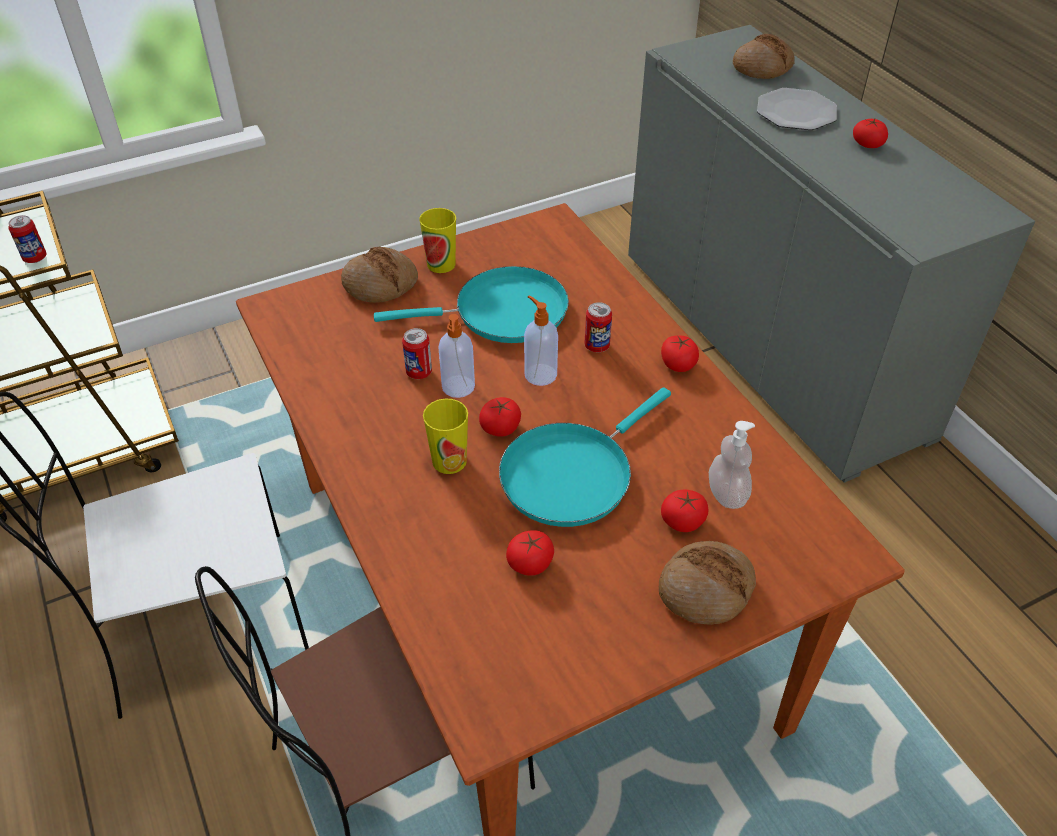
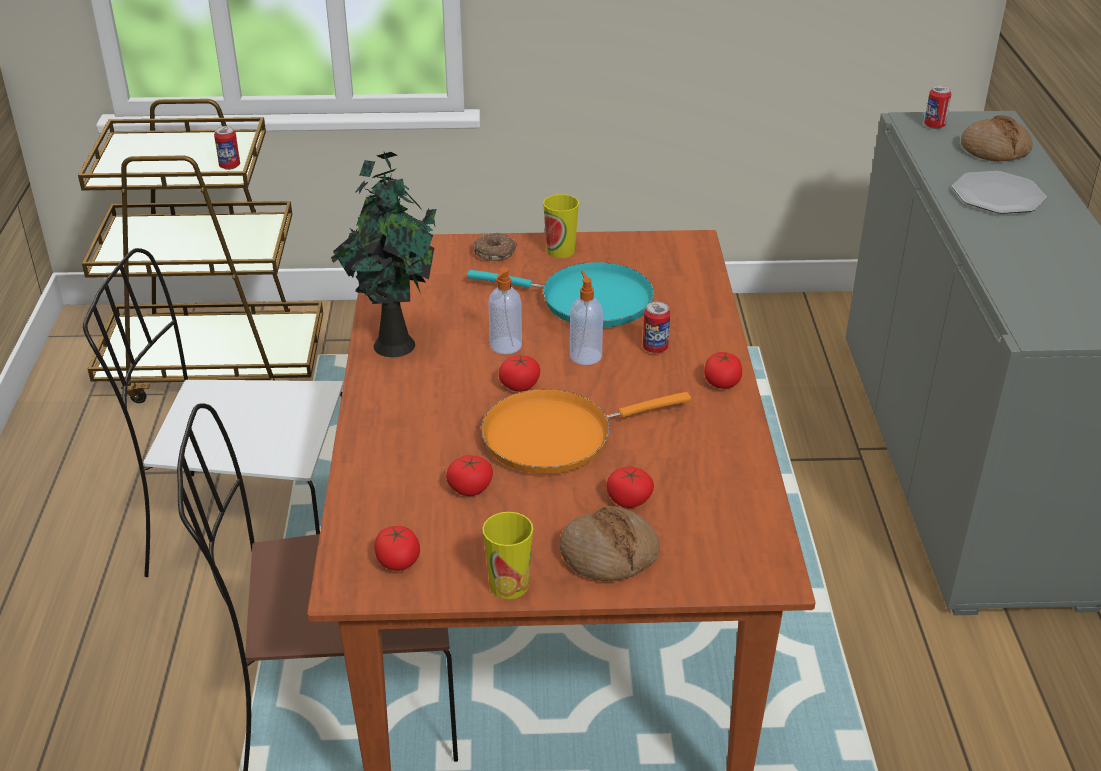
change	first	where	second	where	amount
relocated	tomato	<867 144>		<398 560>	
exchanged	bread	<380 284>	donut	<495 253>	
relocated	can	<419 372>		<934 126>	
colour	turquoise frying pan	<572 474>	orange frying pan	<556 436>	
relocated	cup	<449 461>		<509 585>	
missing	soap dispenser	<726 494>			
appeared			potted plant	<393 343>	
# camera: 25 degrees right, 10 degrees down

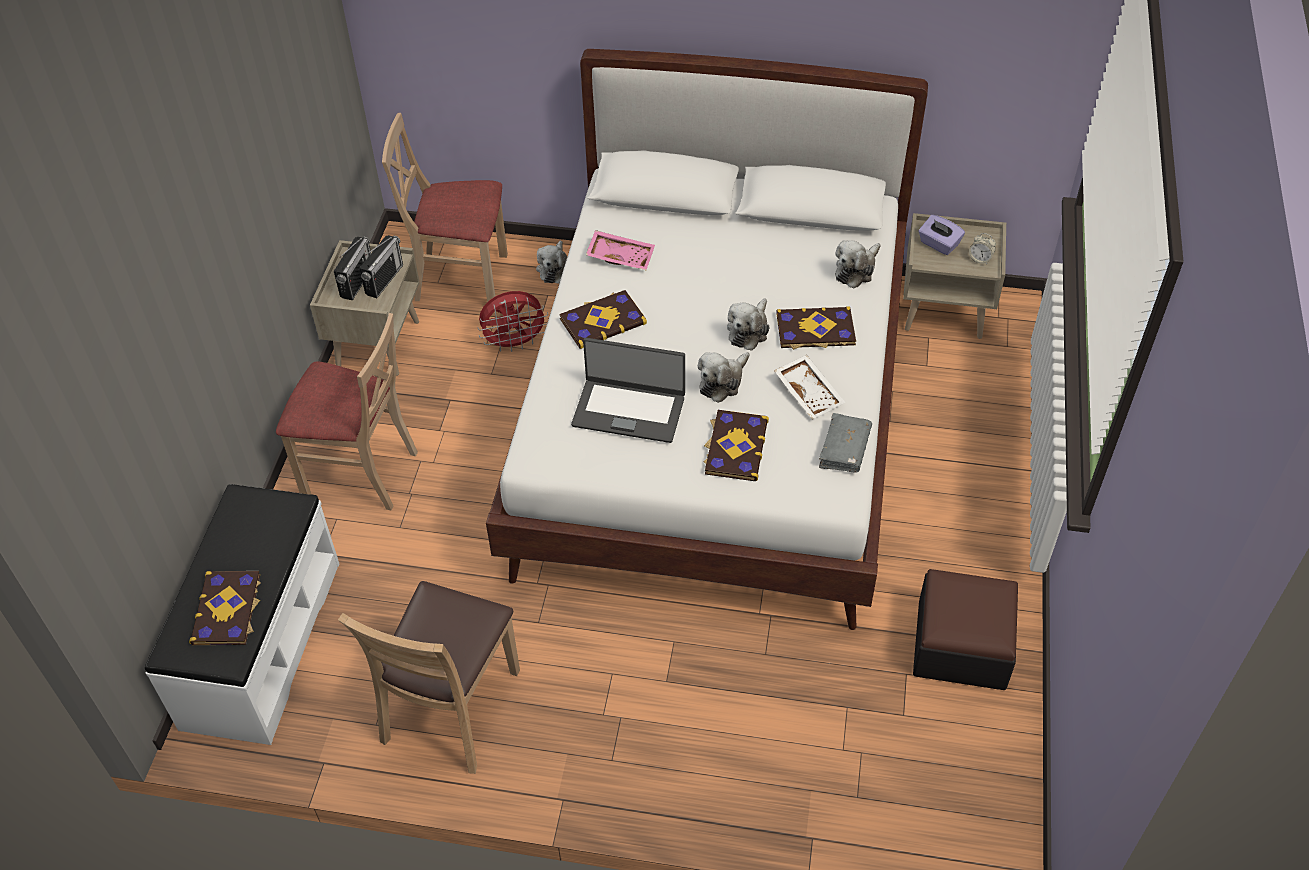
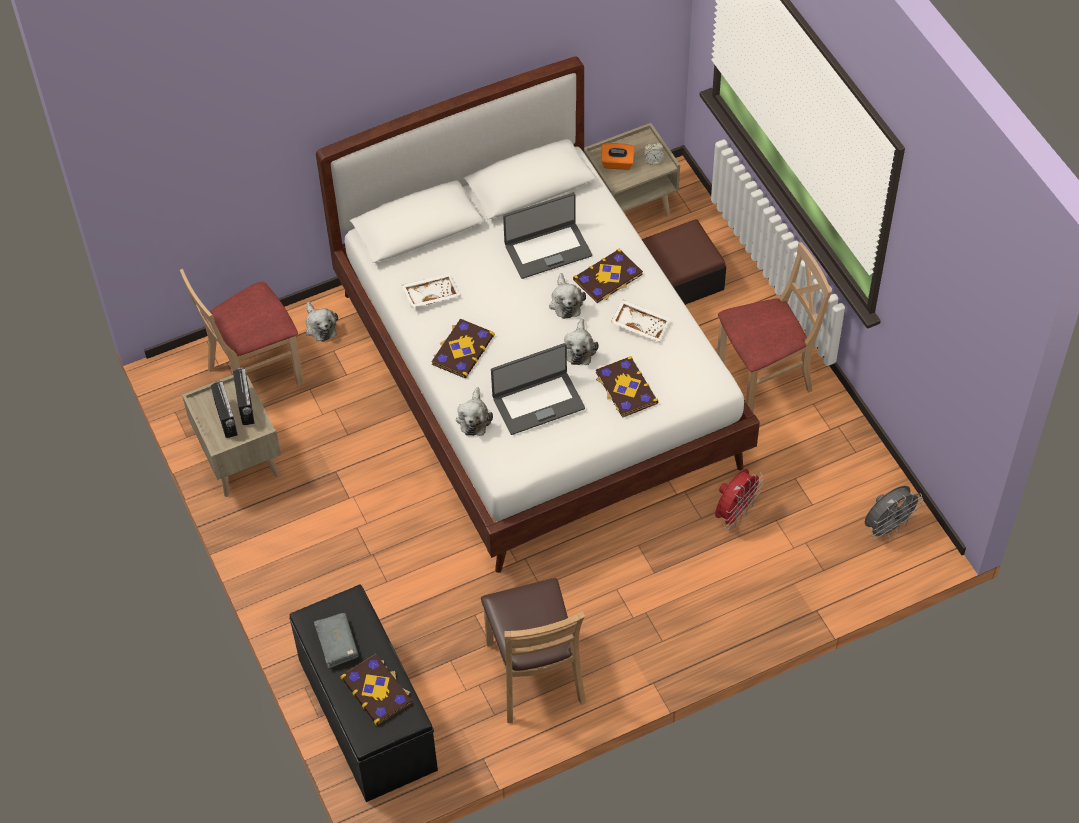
change	first	where	second	where	amount
colour	purple tissue box	<938 244>	orange tissue box	<617 163>	
colour	pink tray	<621 256>	white tray	<431 294>	
relocated	plush toy	<856 270>		<474 418>	
relocated	red fan	<515 343>		<735 513>	
relocated	beige chair	<361 472>		<764 380>	
relocated	grey book	<844 449>		<337 643>	
colour	white bench	<260 643>	black bench	<366 715>	
relocated	ottoman	<961 645>		<681 278>	
appeared			laptop	<547 250>	
appeared			grey fan	<887 527>	
# camera: 35 degrees left, 5 degrees up

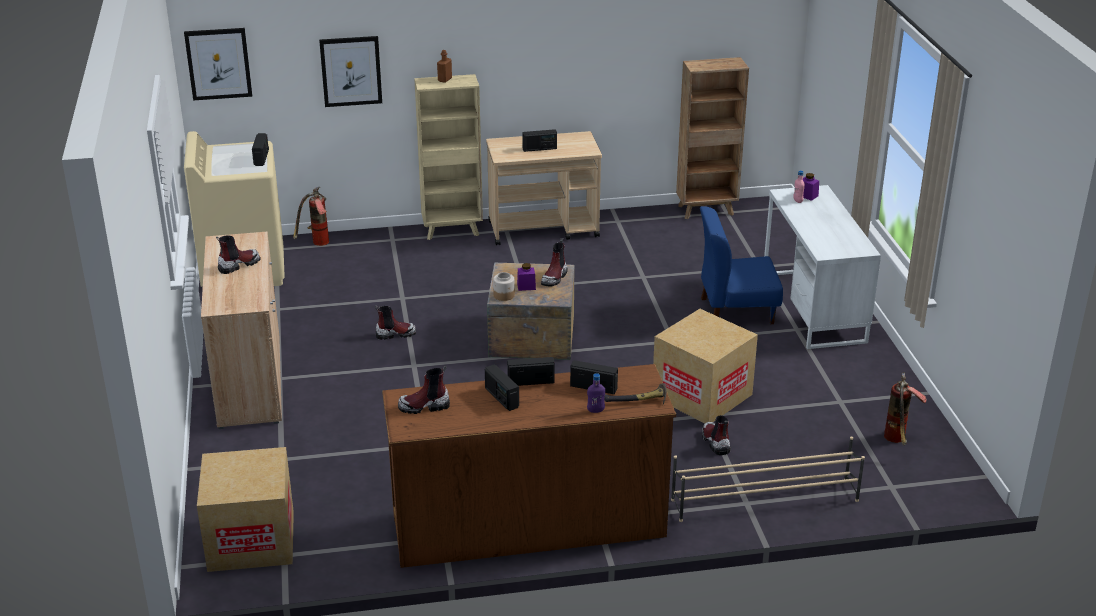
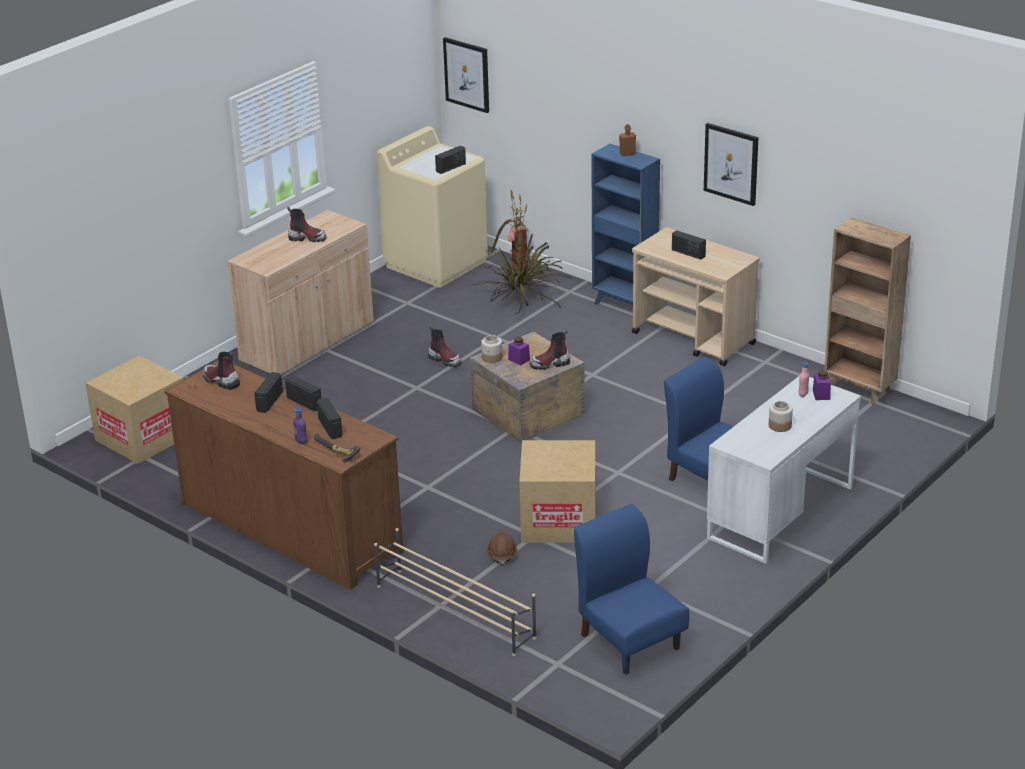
change	first	where	second	where	amount
relocated	picture	<351 71>		<731 163>	
colour	beige bookcase	<453 230>	blue bookcase	<624 306>	
exchanged	fire extinguisher	<898 441>	blue chair	<629 641>	
exchanged	boot	<715 442>	brown hard hat	<502 555>	
appeared			potted plant	<520 299>	
appeared			jar	<779 425>	
# camera: 50 degrees right, 0 degrees up

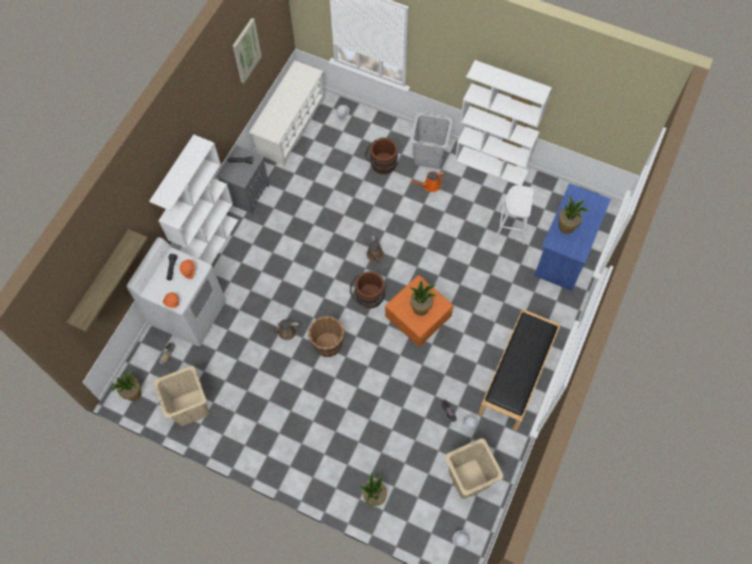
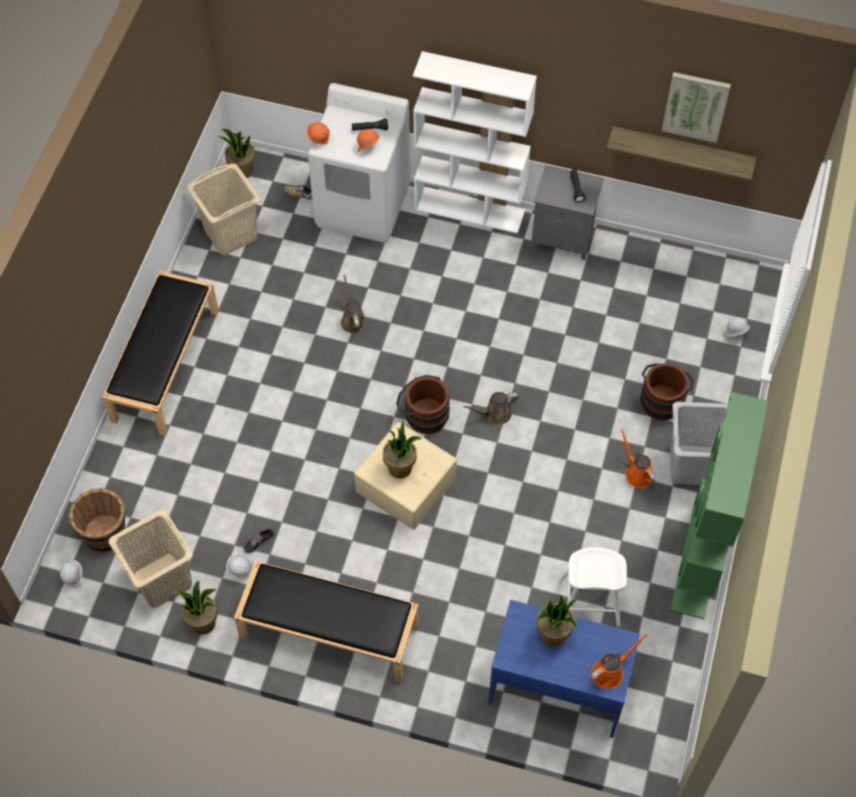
change	first	where	second	where	amount
colour	white bookcase	<492 165>	green bookcase	<699 561>	
missing	white shoe rack	<291 126>			
relocated	shelf	<101 279>		<682 151>	
colour	orange storage box	<417 316>	beige storage box	<405 483>	
relocated	brown bucket	<327 344>		<105 533>	
relocated	potted plant	<374 497>		<203 622>	
appeared			black bench	<165 364>	
appeared			orange watering can	<610 671>	
# camera: 80 degrees right, 5 degrees down

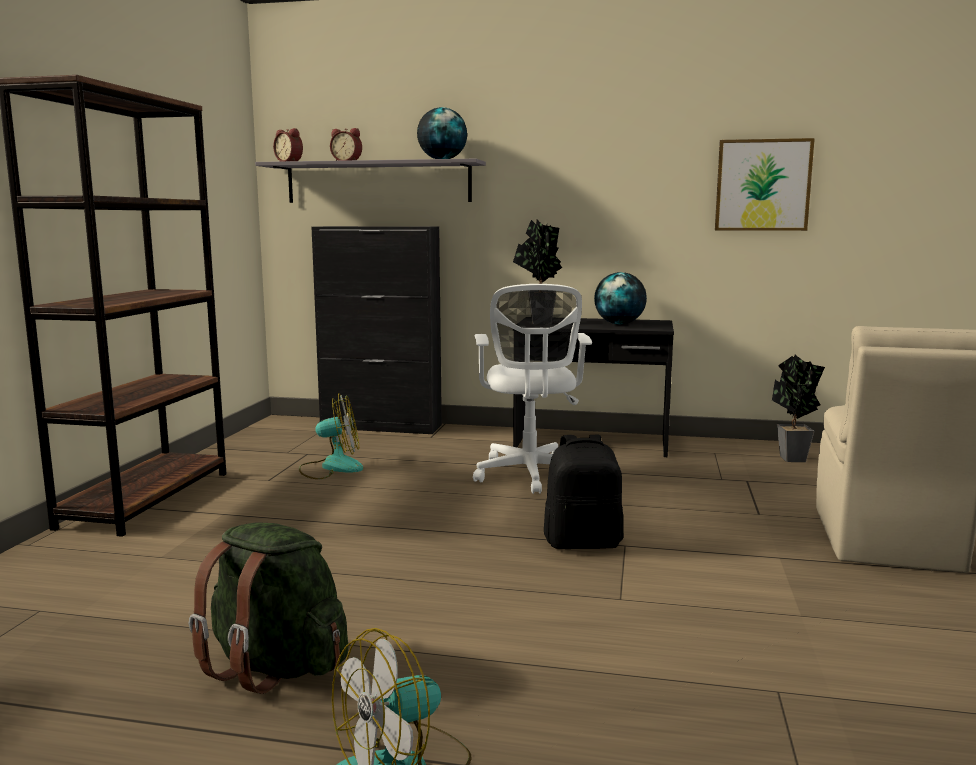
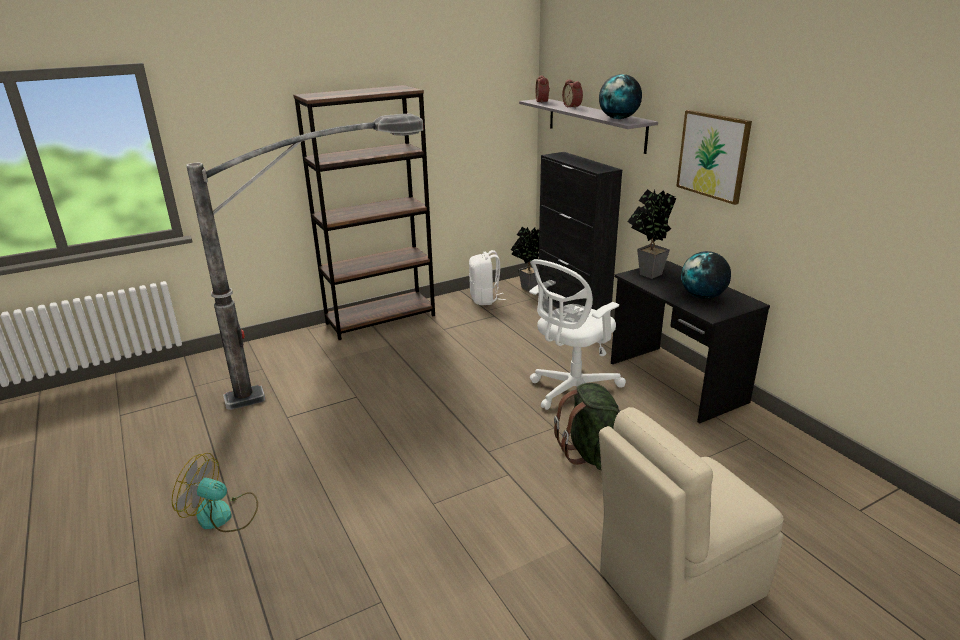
change	first	where	second	where	amount
relocated	picture	<763 185>		<713 155>	
relocated	potted plant	<791 460>		<526 288>	
missing	fan	<332 467>			
missing	black backpack	<583 542>			
relocated	green backpack	<275 666>		<592 454>	
appeared			floor lamp	<335 377>	
appeared			white backpack	<485 299>	
# camera: 50 degrees right, 15 degrees up

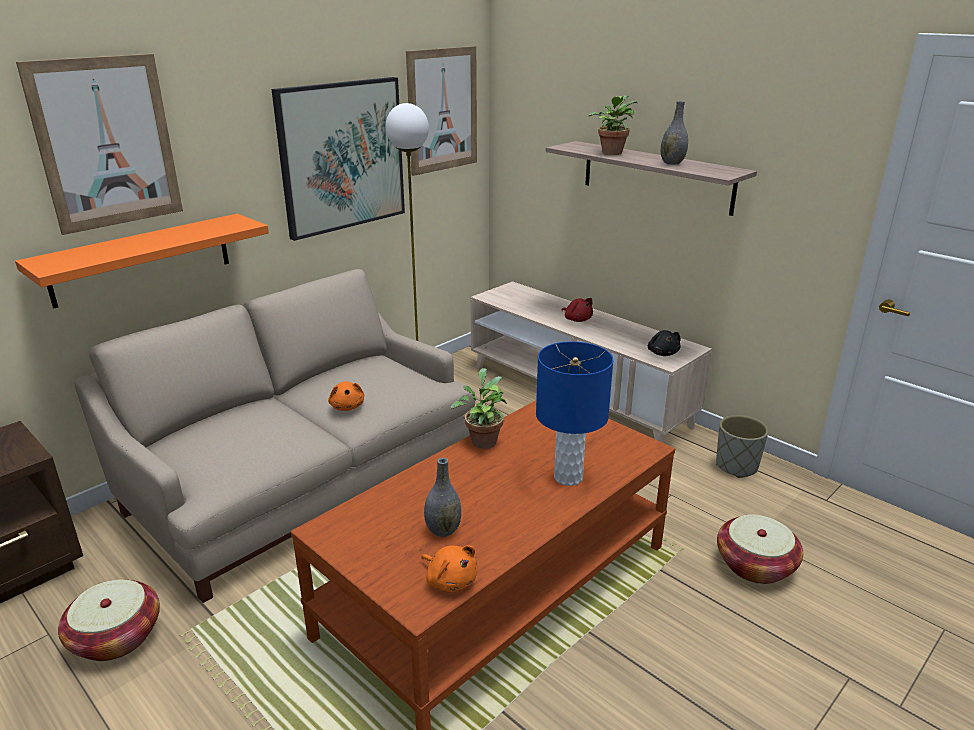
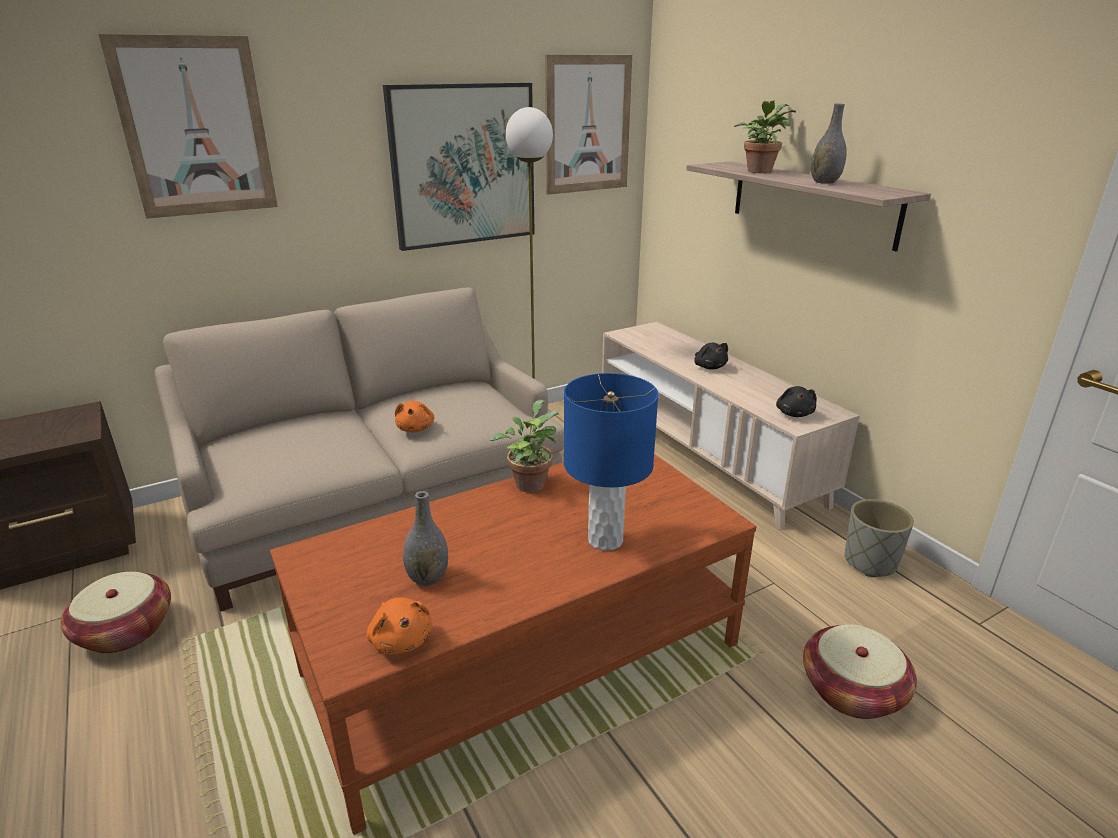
change	first	where	second	where	amount
missing	orange shelf	<141 259>			
colour	red plush toy	<577 319>	black plush toy	<709 367>	
# camera: 15 degrees right, 0 degrees up

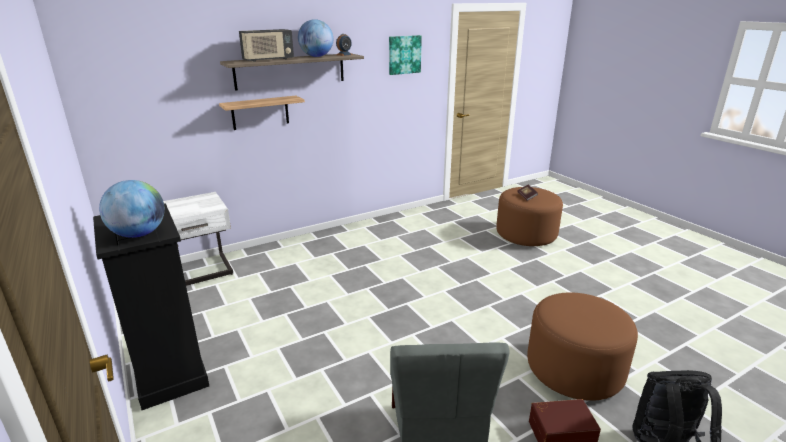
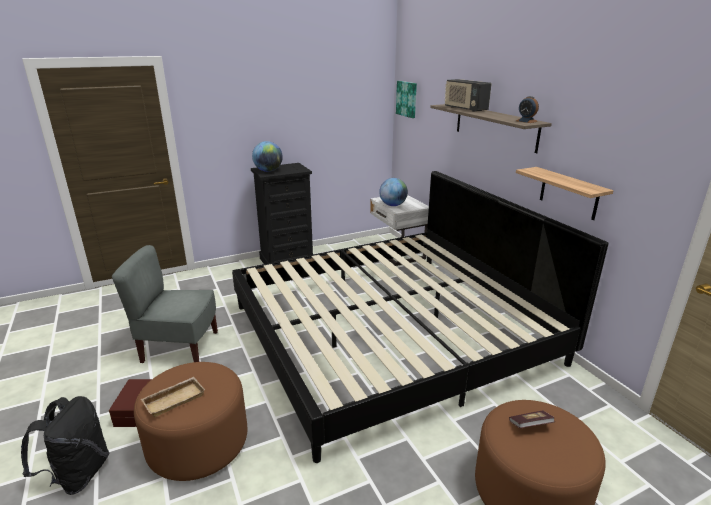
change	first	where	second	where	amount
relocated	globe	<316 56>		<393 205>	
relocated	picture	<404 54>		<407 99>	
relocated	shelf	<260 112>		<568 193>	
appeared			bed	<390 333>	
appeared			beige tray	<174 399>	
# camera: 95 degrees right, 0 degrees up

